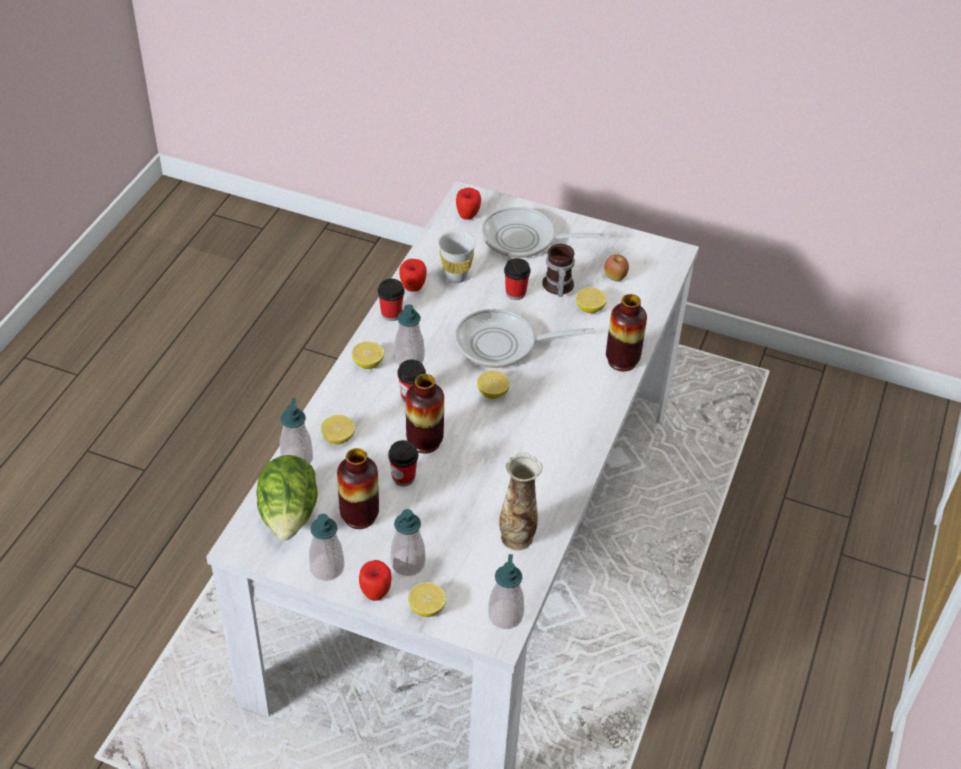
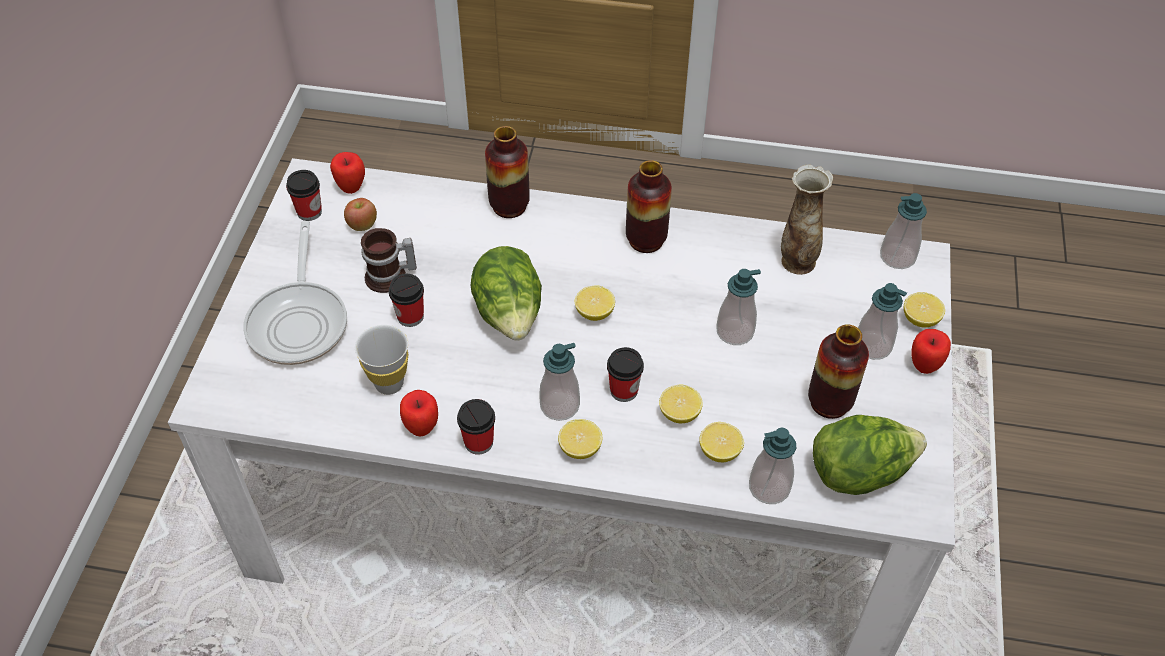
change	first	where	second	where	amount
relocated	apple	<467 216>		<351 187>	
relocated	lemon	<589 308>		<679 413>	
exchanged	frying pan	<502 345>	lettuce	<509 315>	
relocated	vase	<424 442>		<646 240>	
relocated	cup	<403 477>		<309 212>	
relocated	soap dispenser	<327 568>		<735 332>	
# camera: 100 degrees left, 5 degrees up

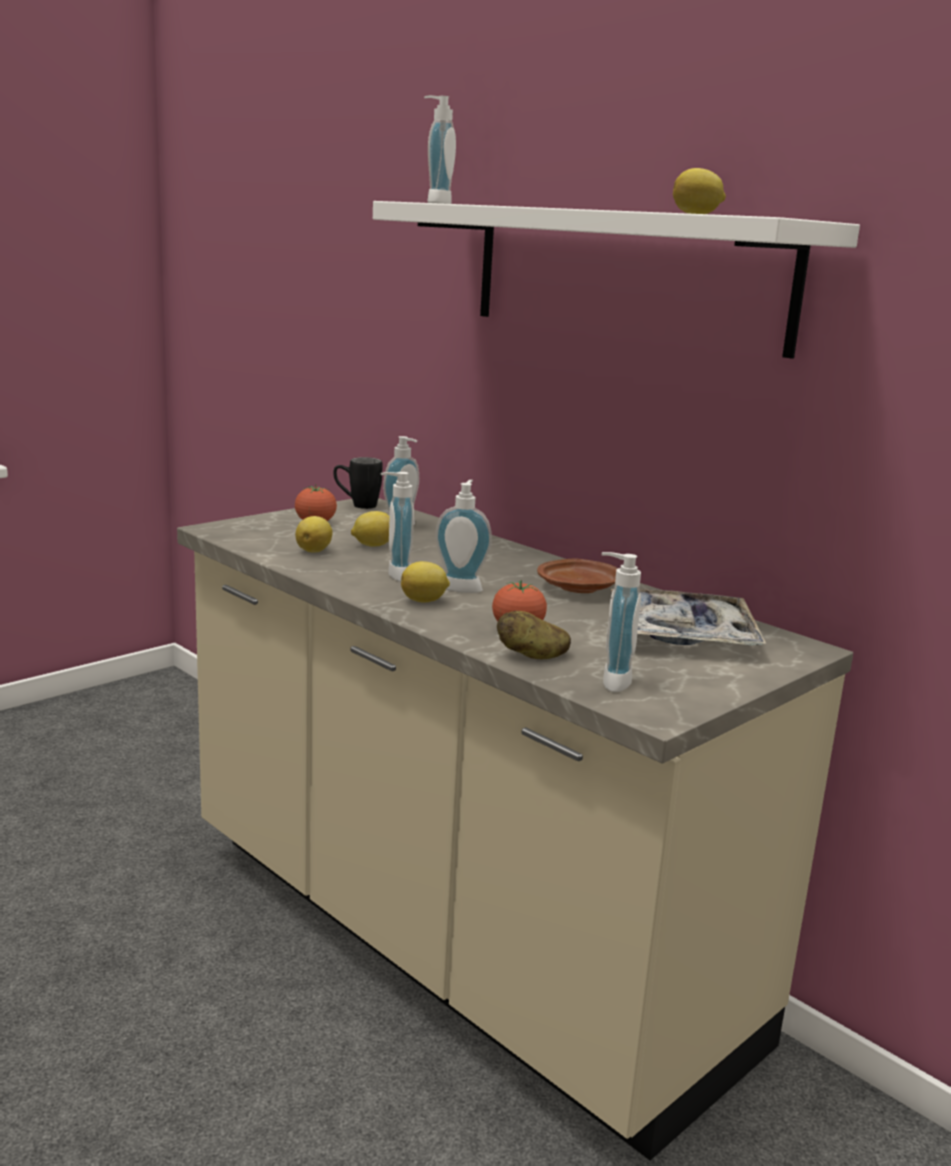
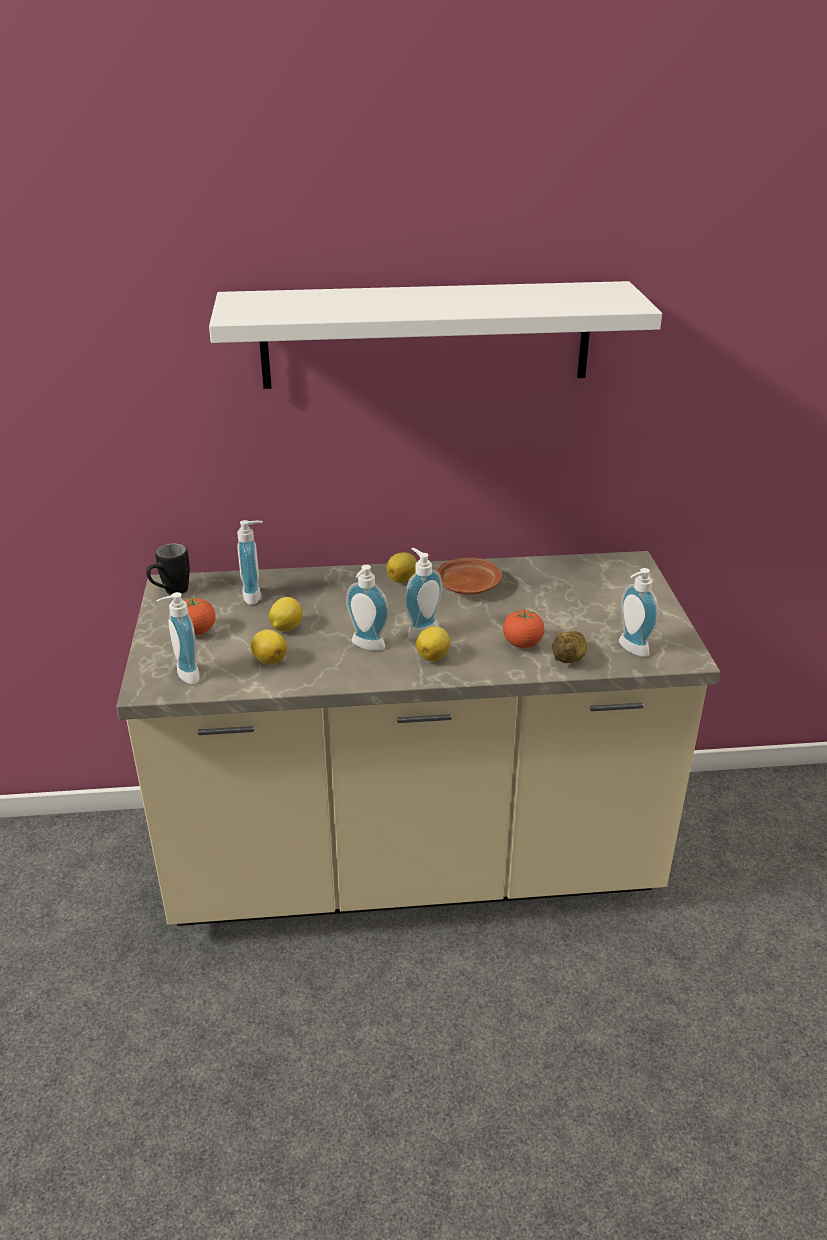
change	first	where	second	where	amount
relocated	soap dispenser	<435 203>		<184 675>	
relocated	lemon	<697 214>		<403 579>	
missing	tray	<680 634>			
# camera: 50 degrees left, 15 degrees up

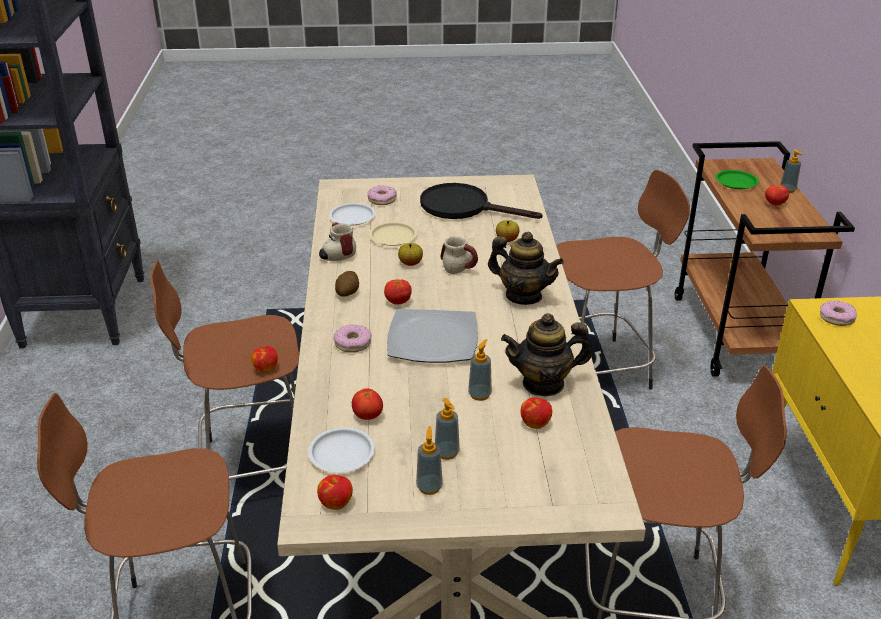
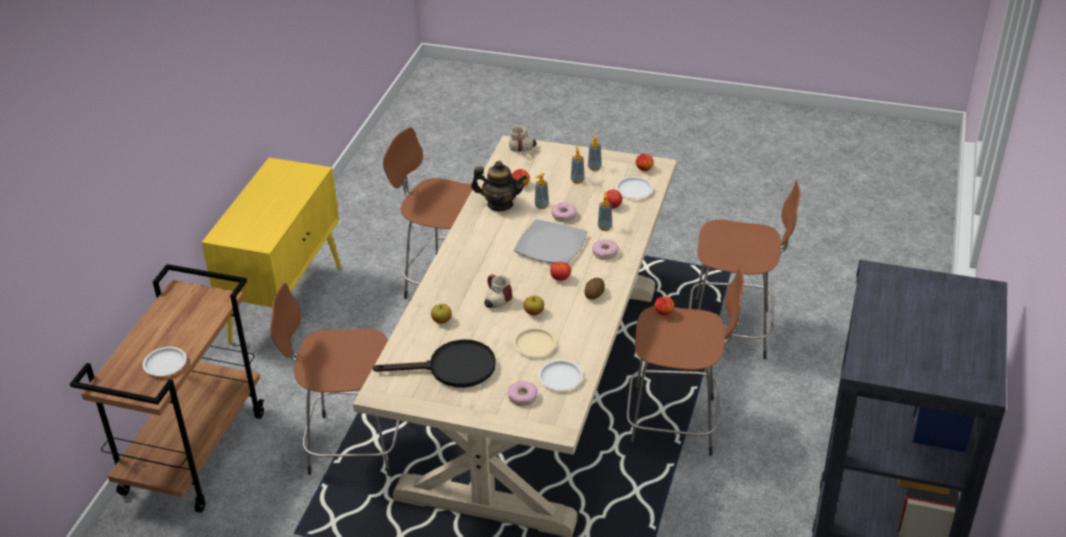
change	first	where	second	where	amount
relocated	soap dispenser	<787 190>		<604 227>	
colour	green plate	<735 182>	white plate	<165 364>	
spun	black frying pan	<464 207>		<452 368>	45 degrees counterclockwise
missing	tomato	<774 204>			
relocated	mug	<336 254>		<523 150>	
missing	teapot	<523 296>			
relocated	donut	<836 318>		<564 215>	
# camera: 160 degrees left, 5 degrees up

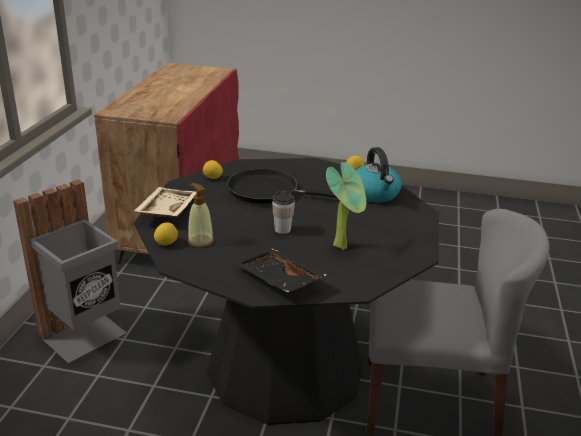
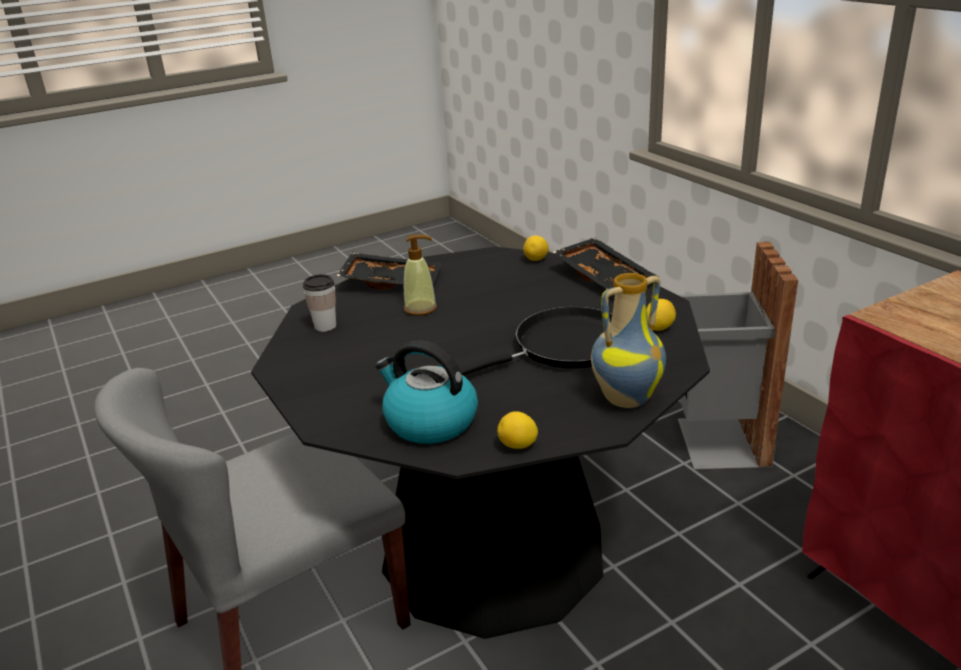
change	first	where	second	where	amount
missing	potted plant	<343 246>			
relocated	soap dispenser	<200 241>		<421 308>	
colour	beige tray	<166 210>	black tray	<605 277>	
relocated	cup	<282 229>		<325 326>	
appeared			vase	<625 398>	
# camera: 140 degrees right, 0 degrees up

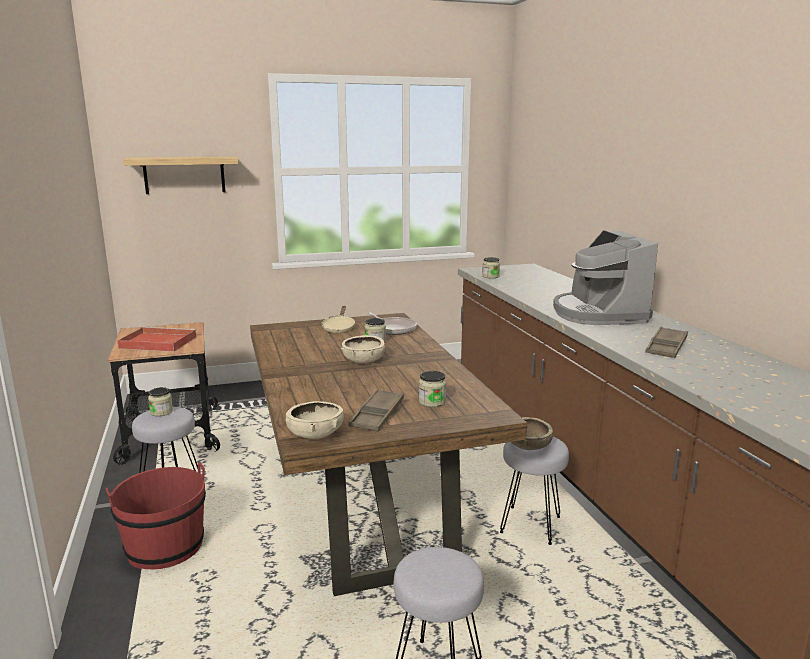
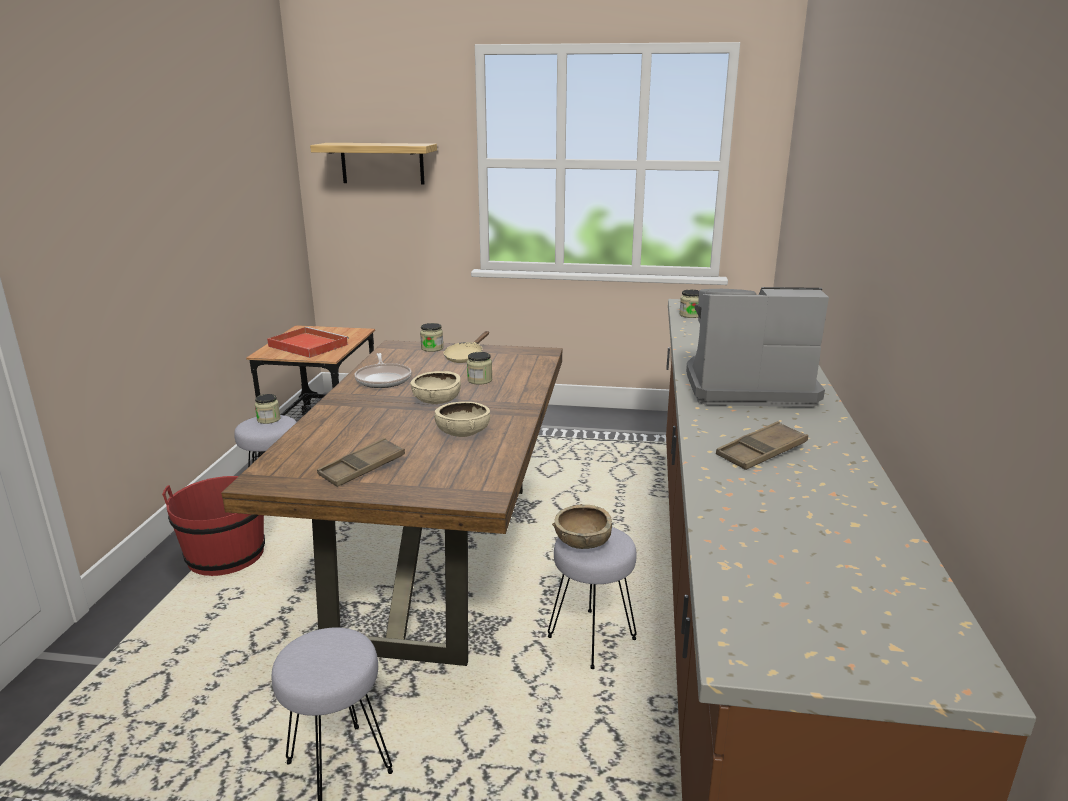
change	first	where	second	where	amount
spun	coffee machine	<598 314>		<746 388>	75 degrees clockwise
relocated	frying pan	<393 329>		<383 379>	
relocated	jar	<432 401>		<432 348>	
relocated	beige bowl	<315 434>		<463 433>	
# camera: 25 degrees right, 5 degrees up

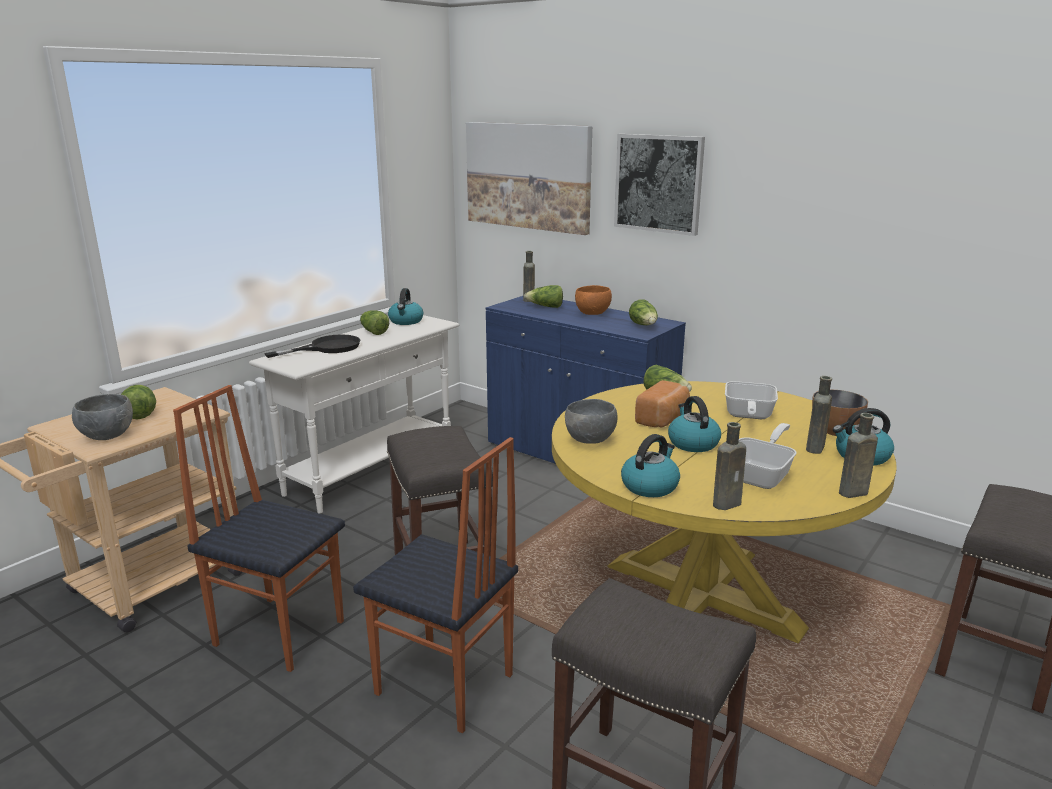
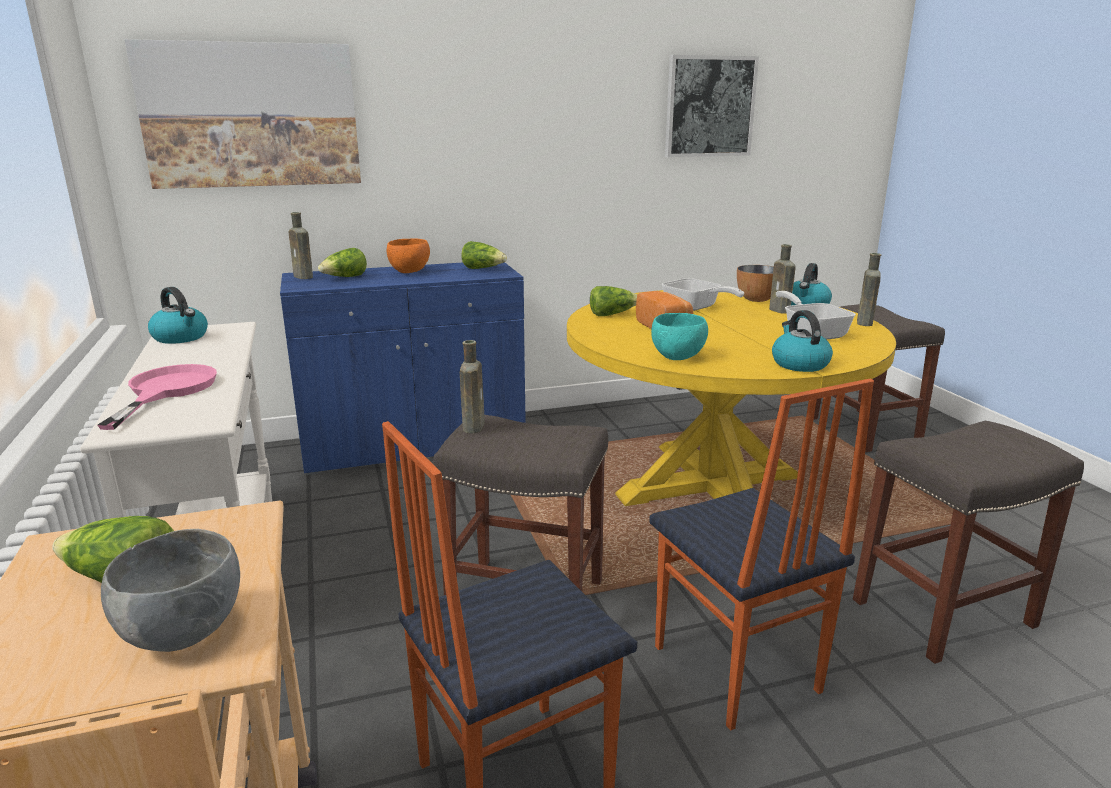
change	first	where	second	where	amount
relocated	picture	<658 183>		<709 107>	
missing	lettuce	<373 332>			
colour	black frying pan	<326 348>	pink frying pan	<166 391>	
missing	kettle	<692 443>			
colour	grey bowl	<591 440>	turquoise bowl	<678 357>	
relocated	brown bottle	<728 503>		<474 426>	
spun	chair	<444 686>		<734 670>	90 degrees clockwise
# camera: 55 degrees left, 0 degrees up

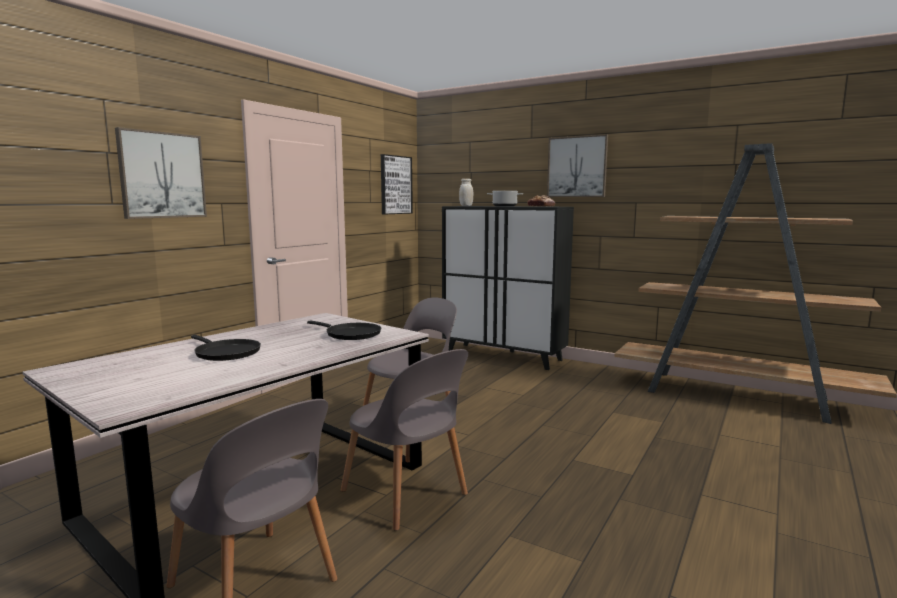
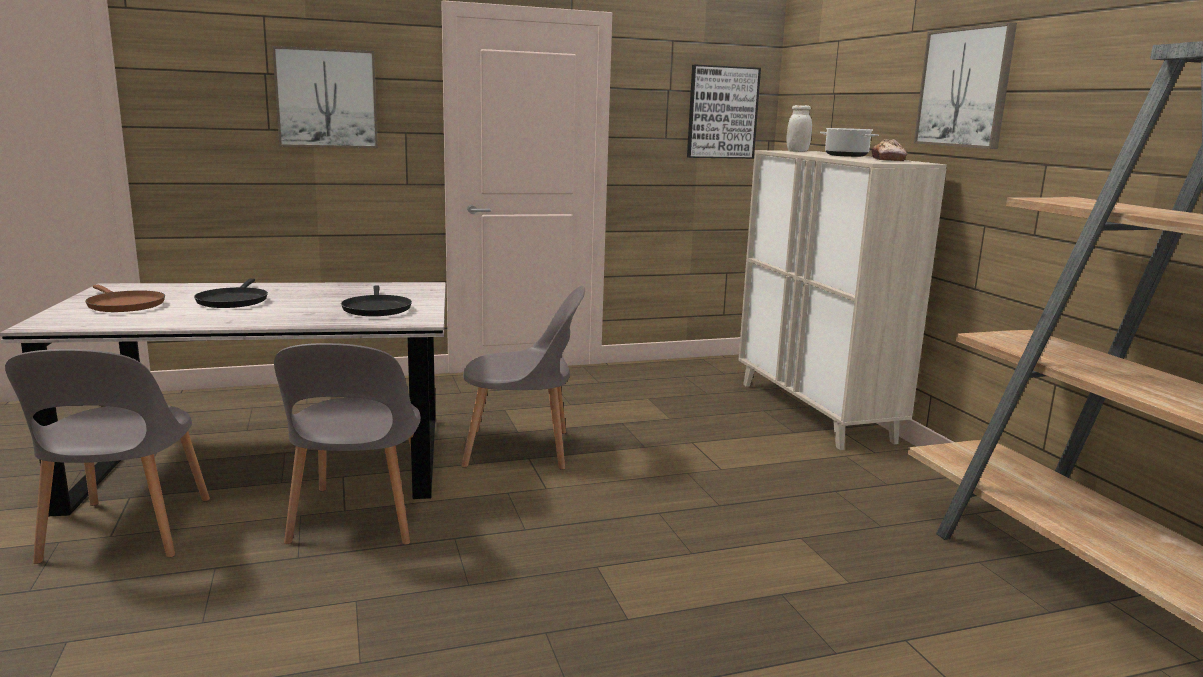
change	first	where	second	where	amount
colour	black cabinet	<503 356>	beige cabinet	<814 411>	
appeared			brown frying pan	<124 305>	
# camera: 40 degrees right, 5 degrees up

